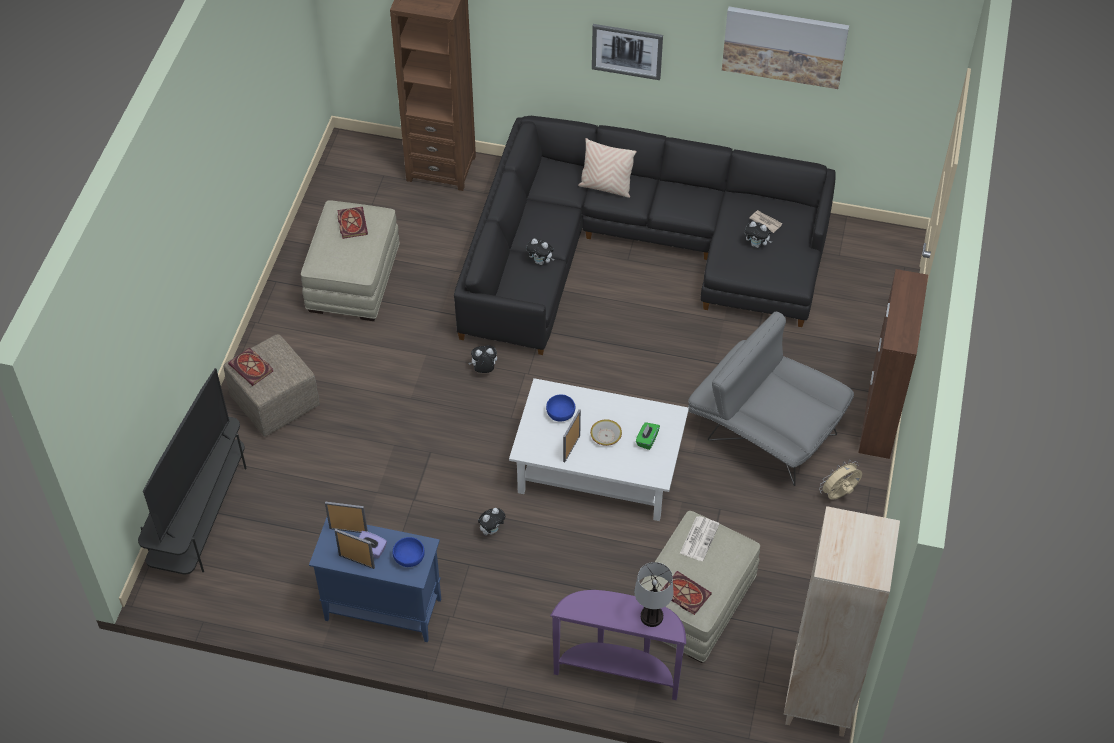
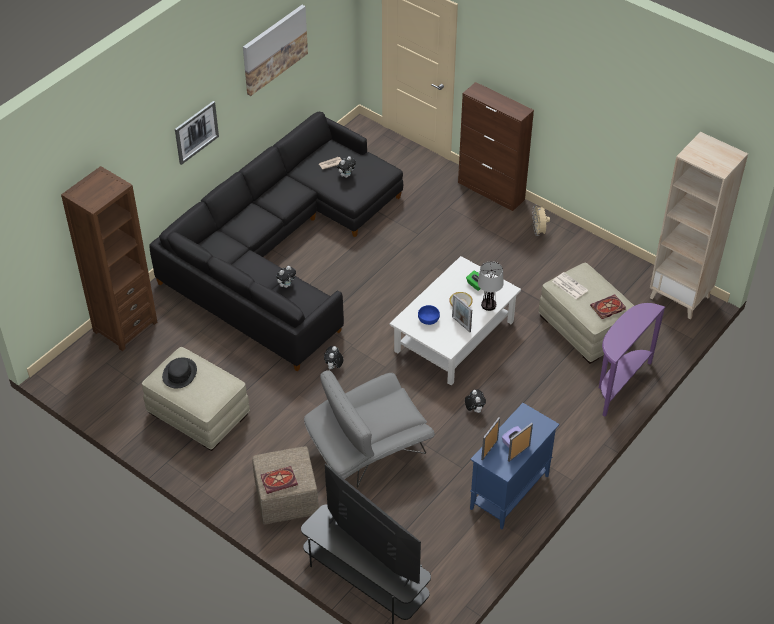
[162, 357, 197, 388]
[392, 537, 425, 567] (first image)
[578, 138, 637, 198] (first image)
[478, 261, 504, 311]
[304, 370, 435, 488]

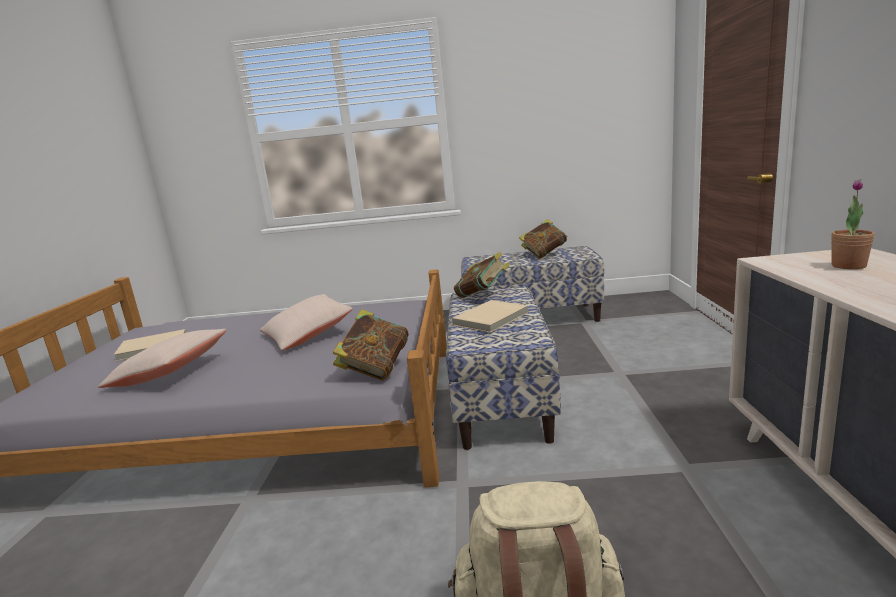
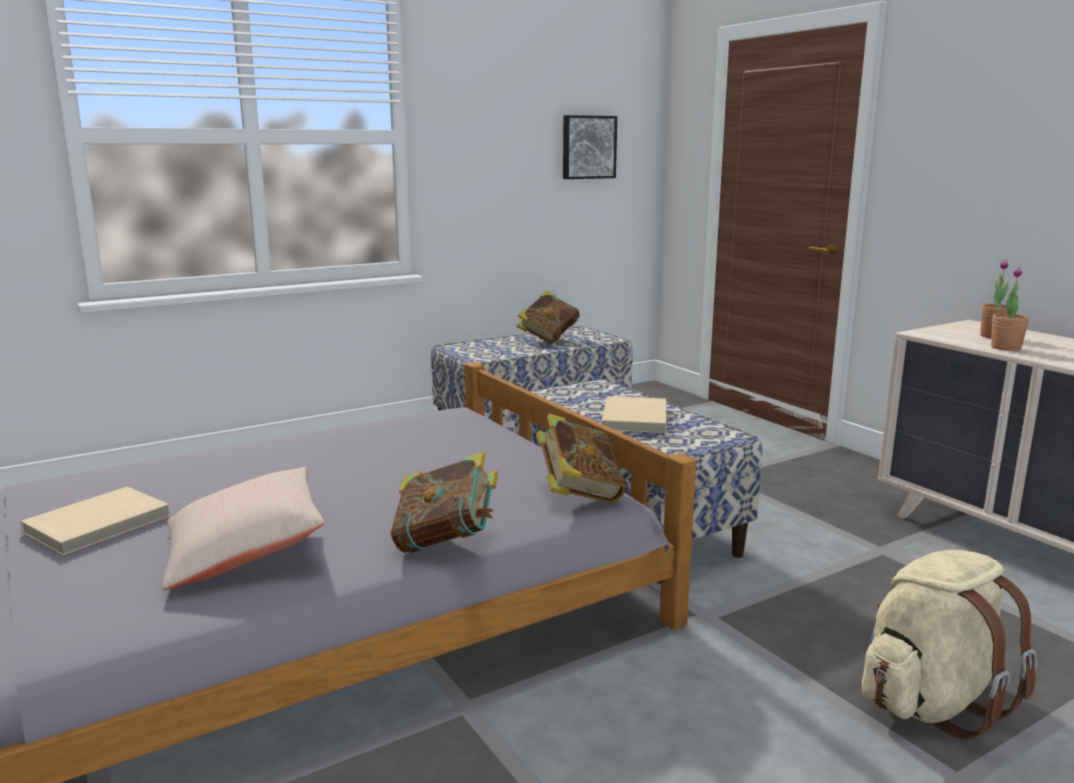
[260, 294, 353, 351] (first image)
[391, 452, 498, 553]
[563, 115, 617, 179]
[991, 267, 1029, 351]

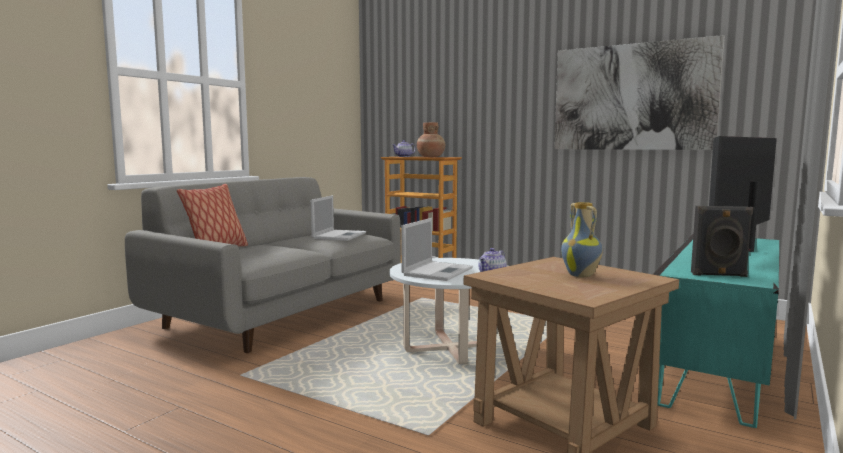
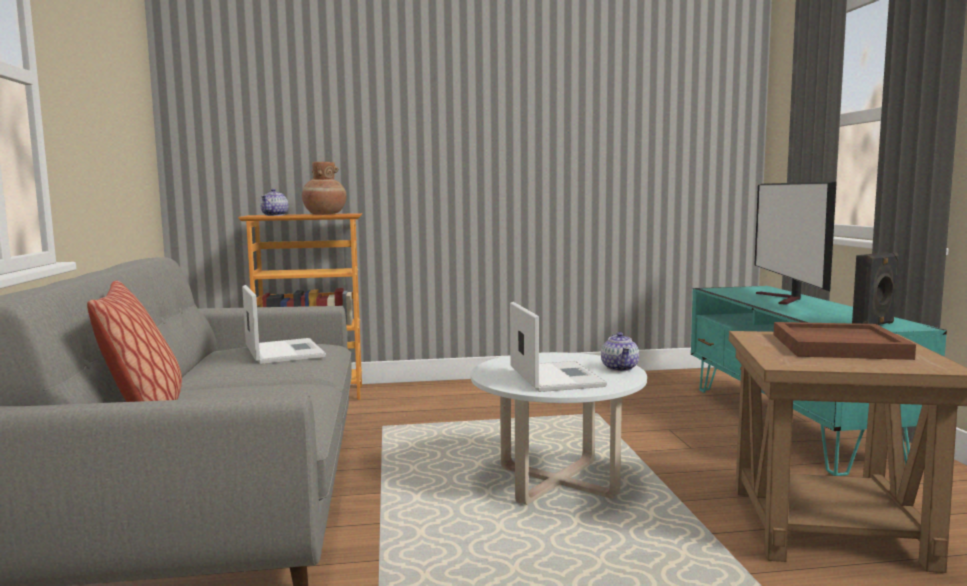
[554, 35, 724, 150] (first image)
[774, 322, 916, 360]

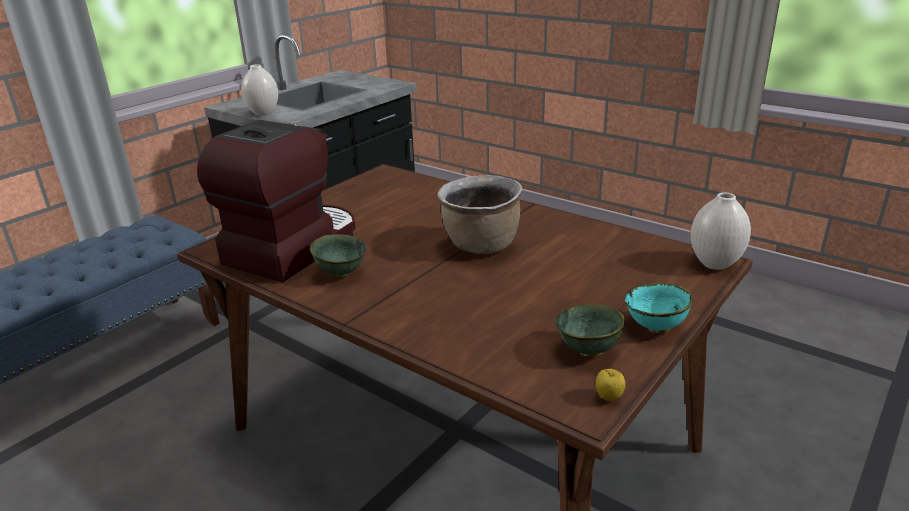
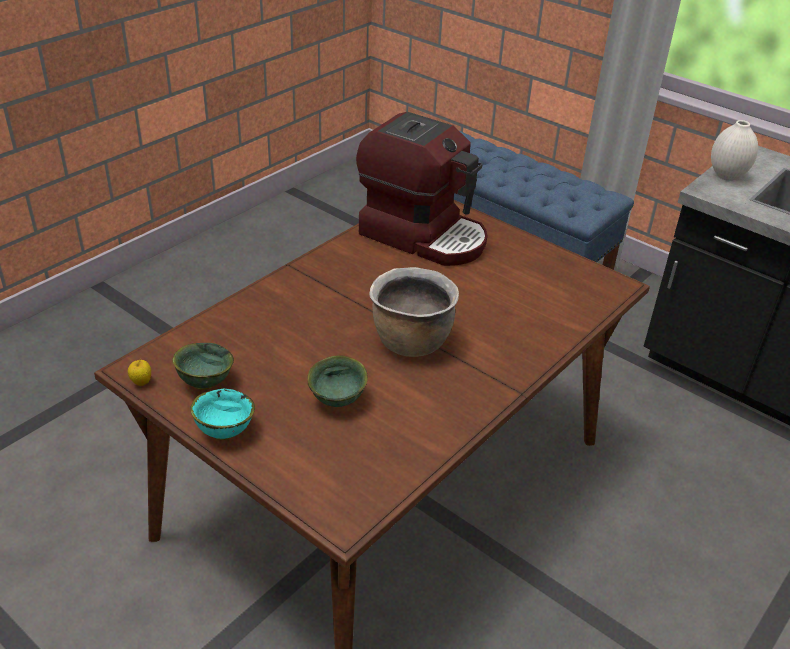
[307, 355, 368, 407]
[691, 192, 751, 270] (first image)

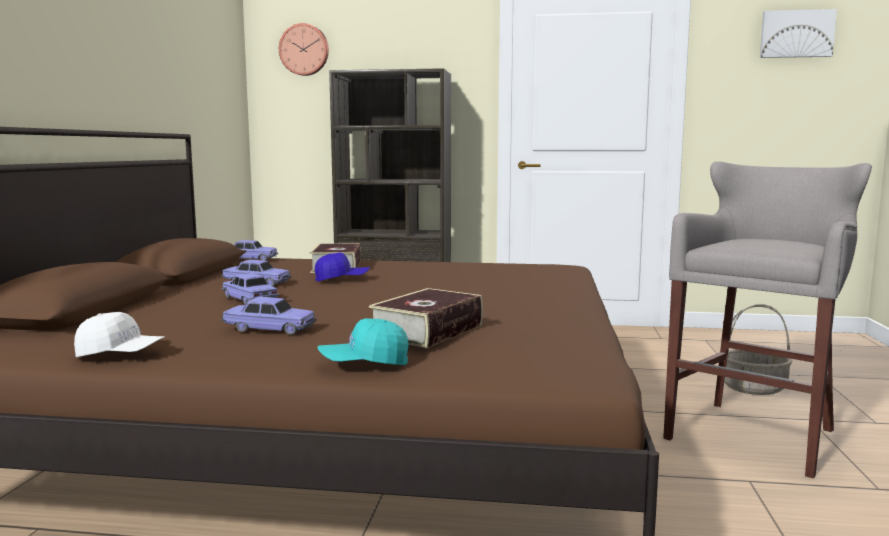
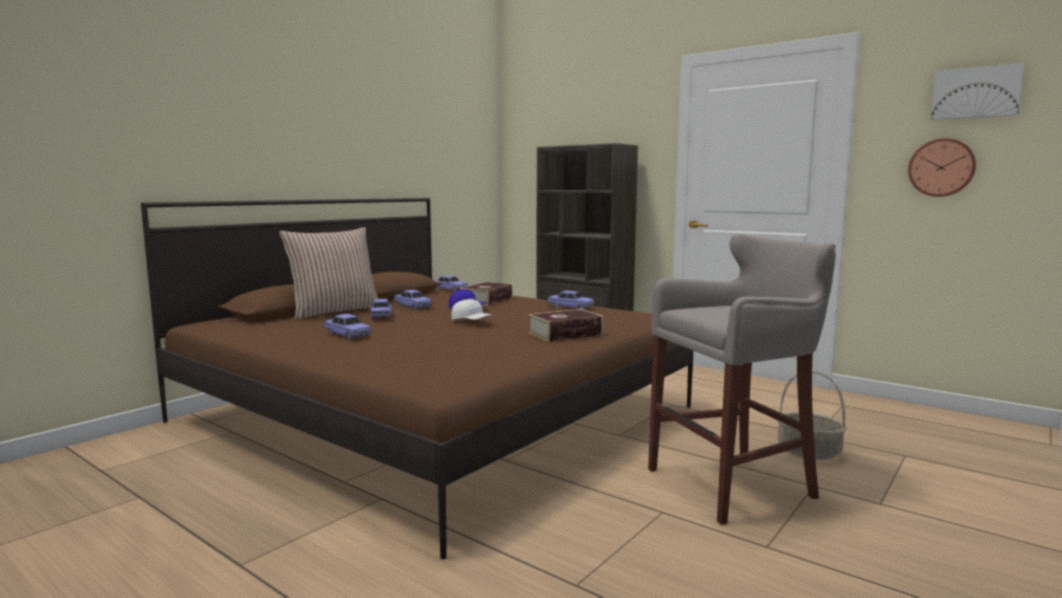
[451, 299, 492, 320]
[908, 138, 976, 197]
[318, 318, 408, 365] (first image)
[528, 309, 603, 342]
[279, 227, 378, 320]
[546, 291, 595, 310]

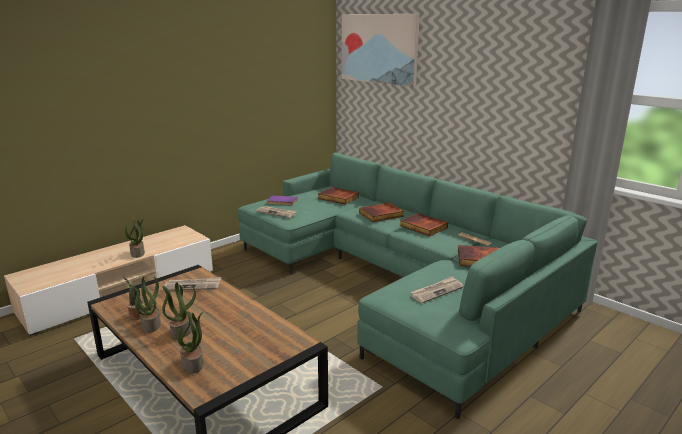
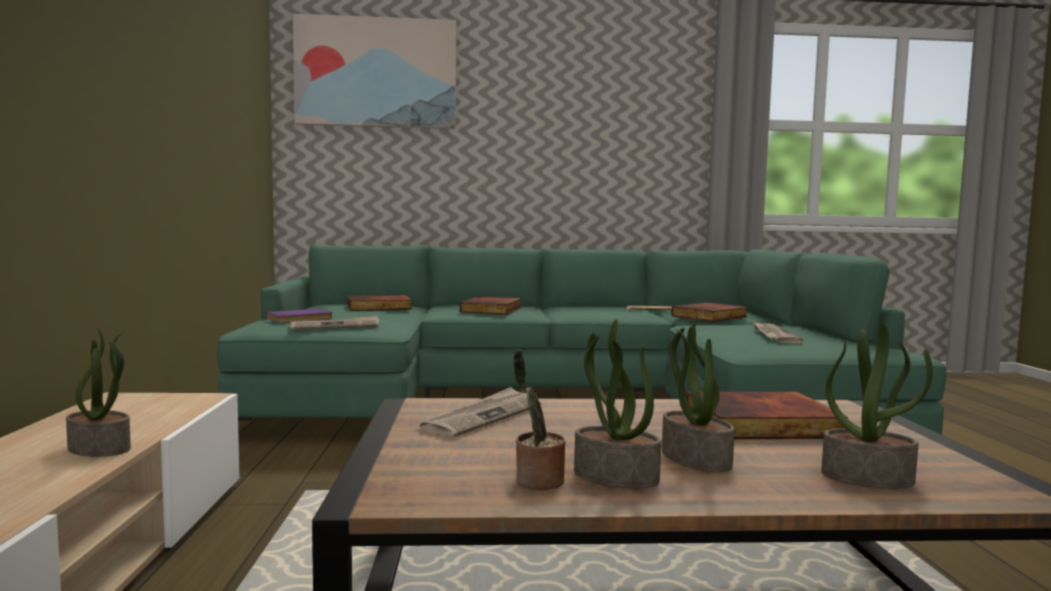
[687, 391, 848, 439]

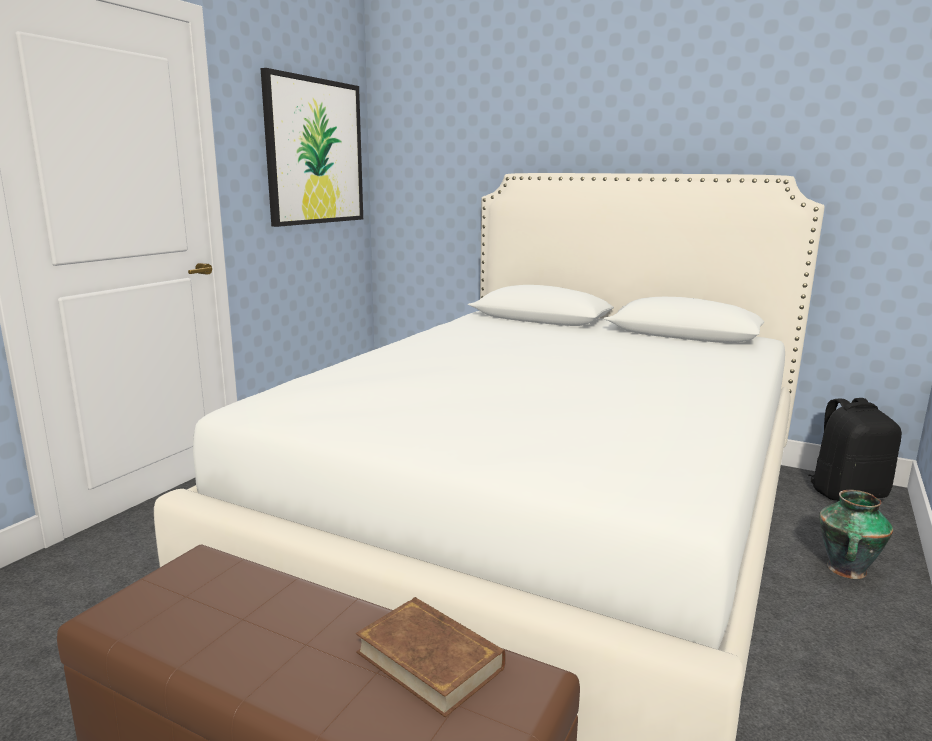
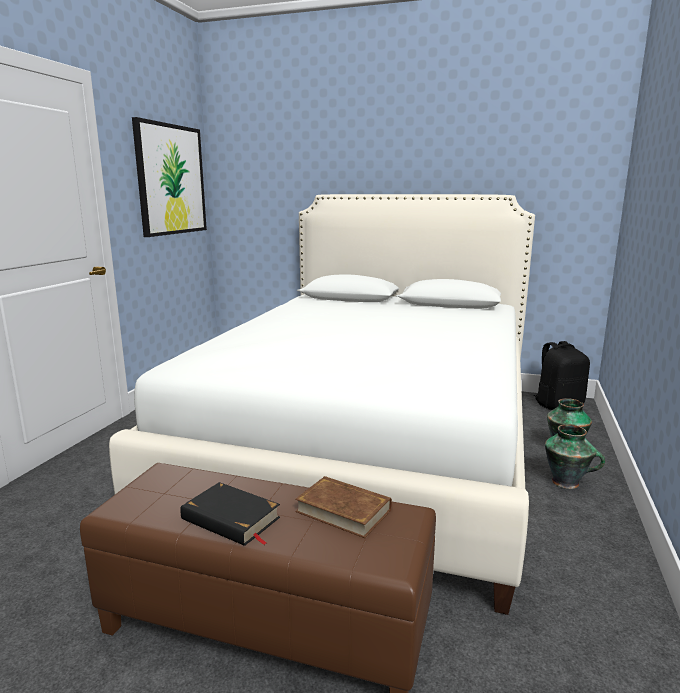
[180, 482, 280, 546]
[545, 425, 605, 489]

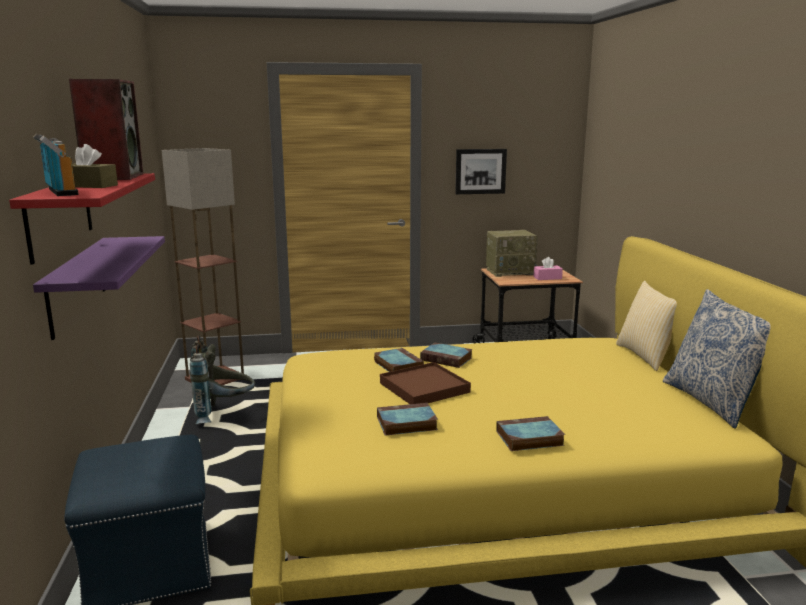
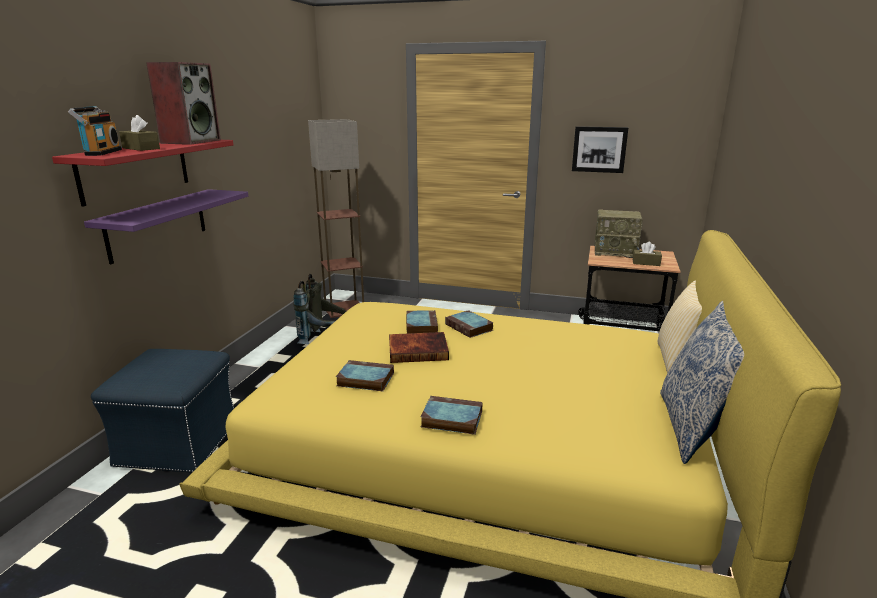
[389, 332, 449, 363]
[633, 242, 662, 266]

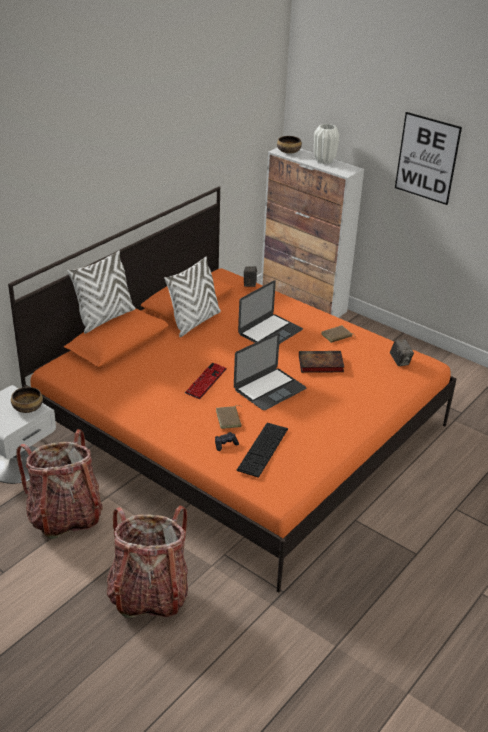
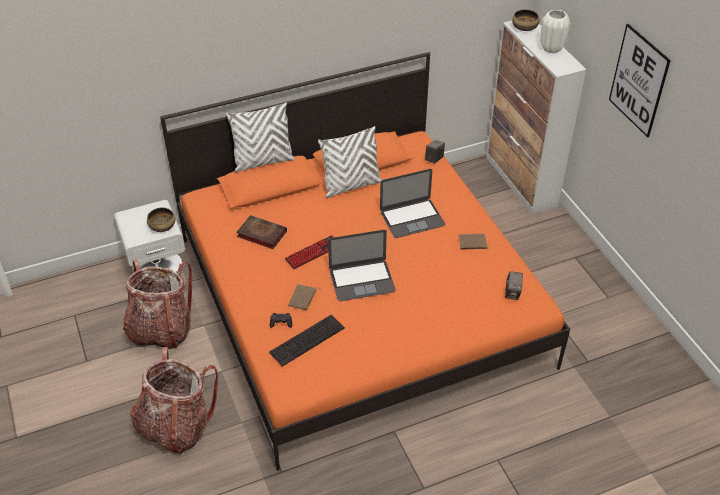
[236, 215, 287, 249]

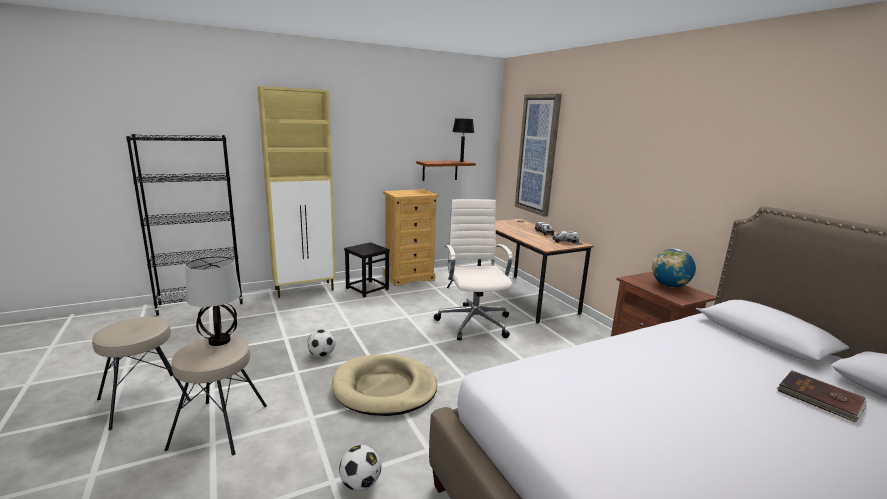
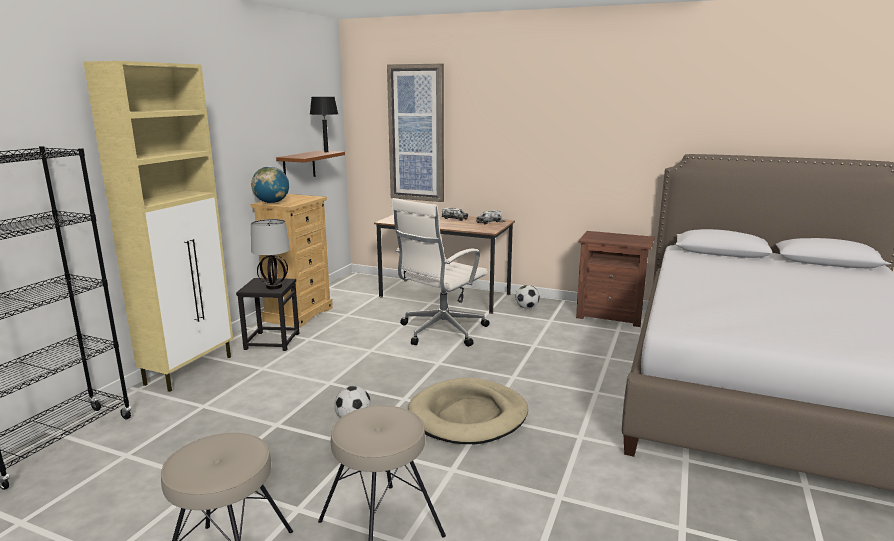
[251, 219, 290, 289]
[516, 285, 540, 309]
[392, 198, 489, 347]
[251, 166, 289, 203]
[777, 370, 867, 422] (first image)

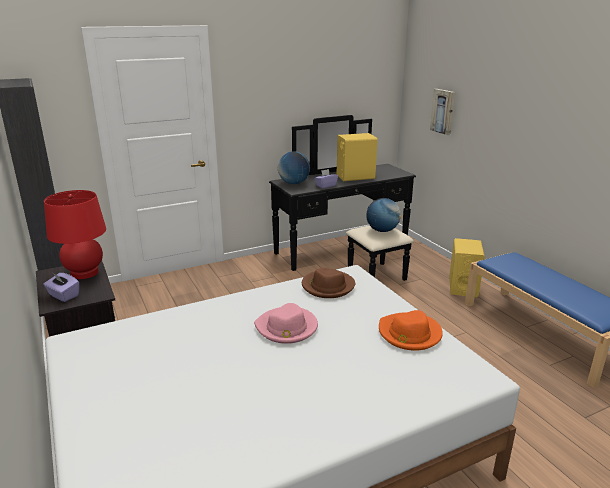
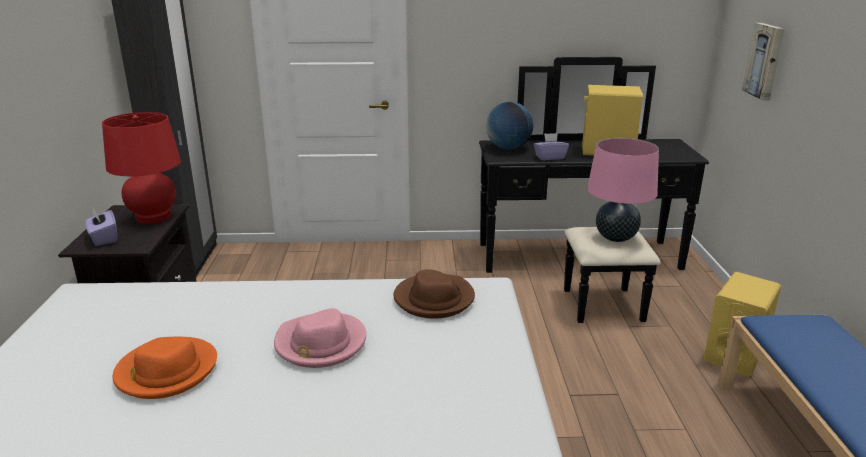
[587, 138, 659, 242]
[113, 337, 217, 399]

